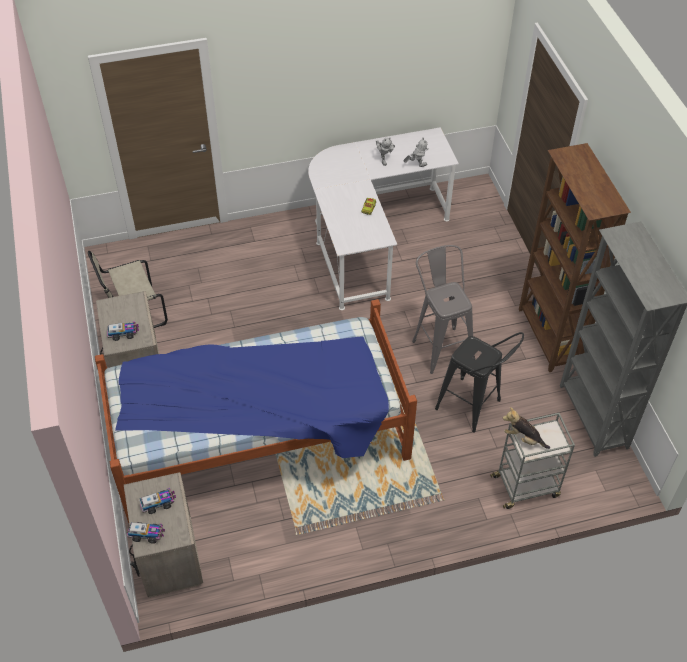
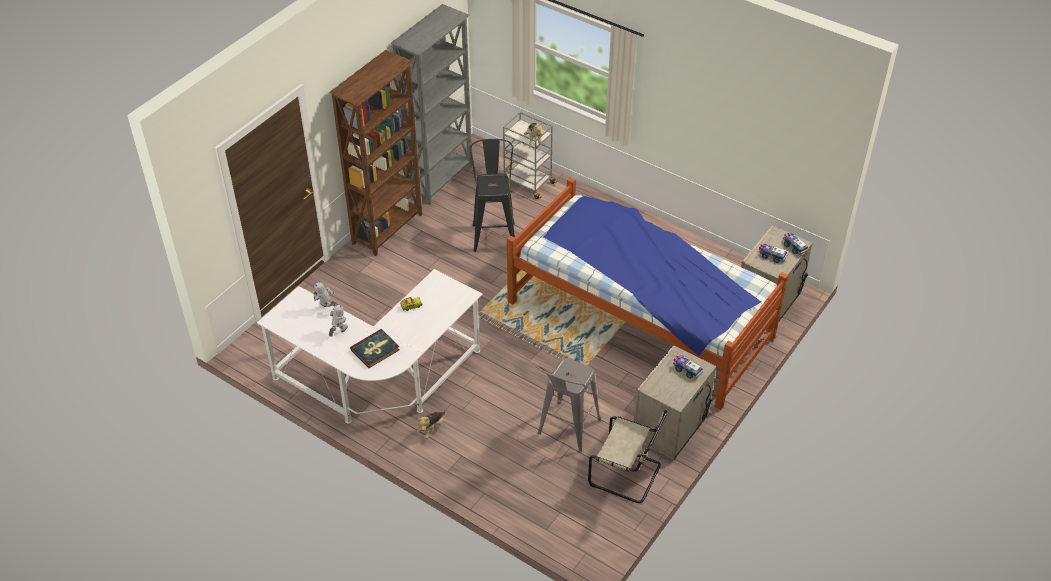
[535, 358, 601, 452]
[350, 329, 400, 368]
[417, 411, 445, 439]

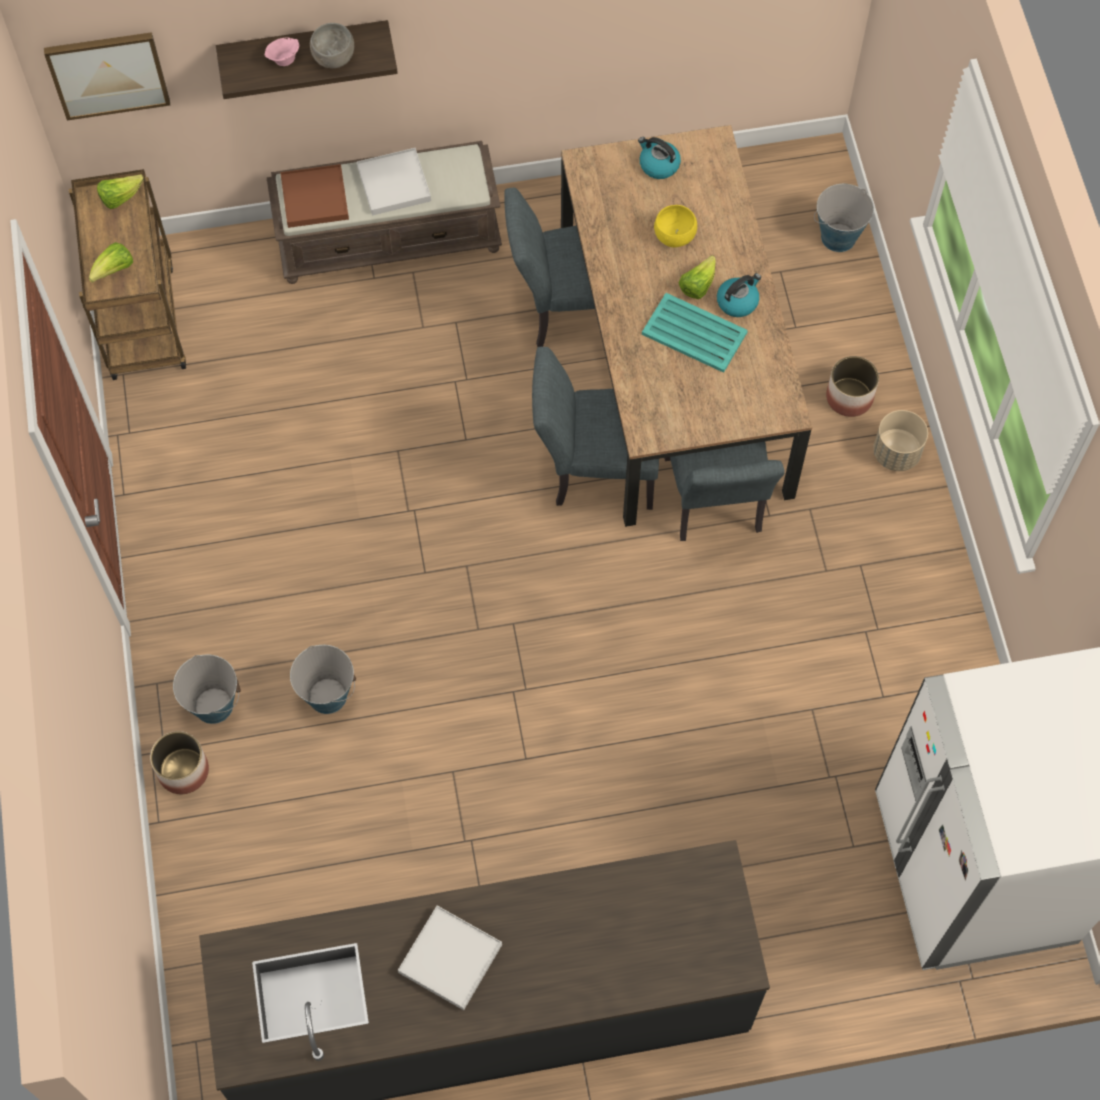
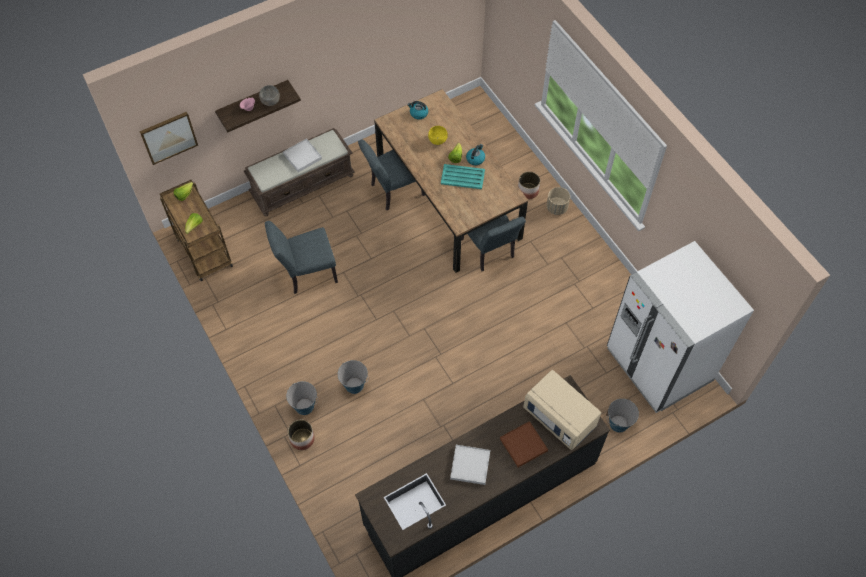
[500, 421, 548, 467]
[265, 221, 338, 294]
[606, 399, 639, 433]
[523, 370, 601, 450]

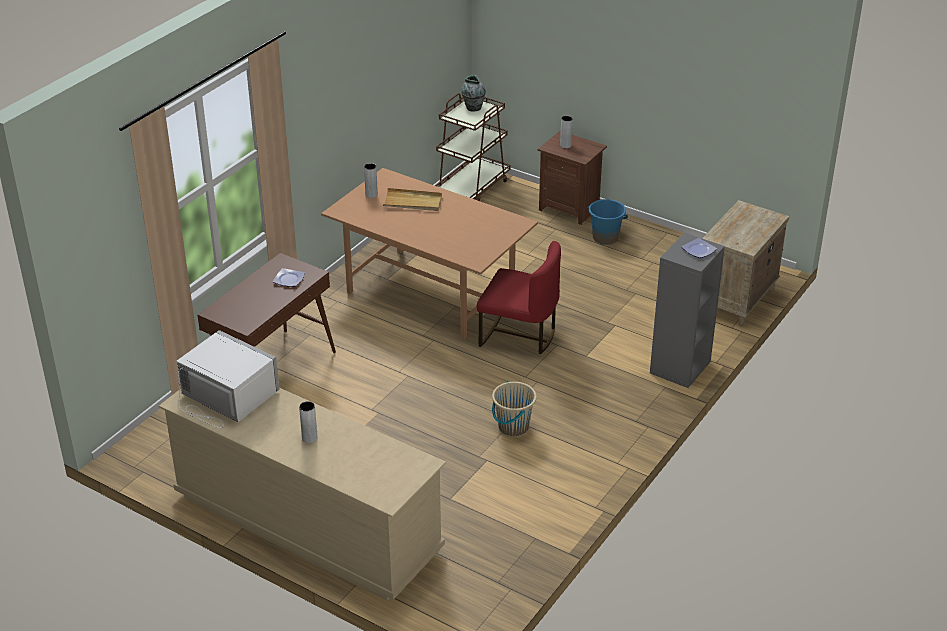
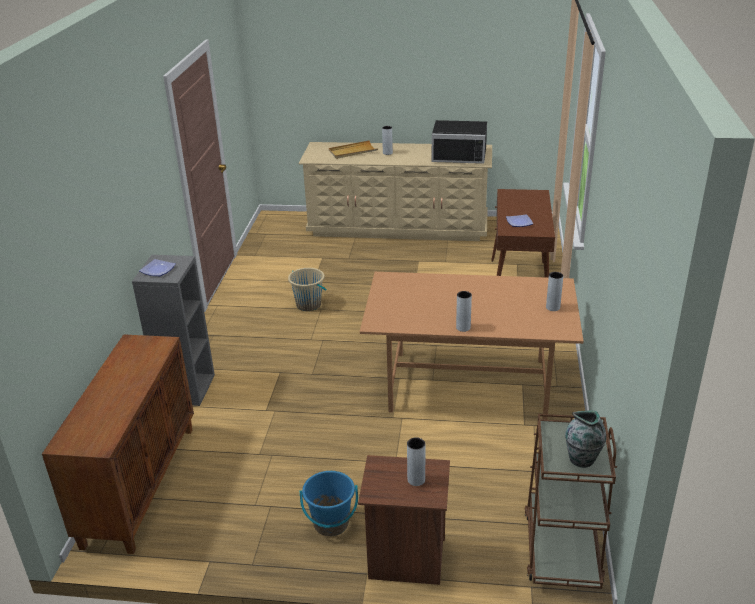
[432, 120, 487, 164]
[329, 140, 378, 159]
[477, 241, 561, 354] (first image)
[42, 334, 194, 554]
[456, 291, 472, 332]

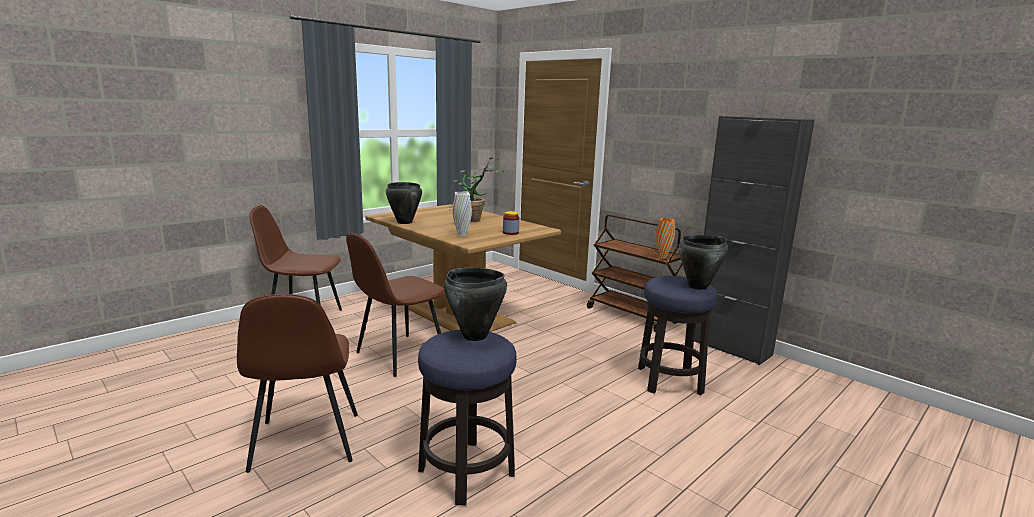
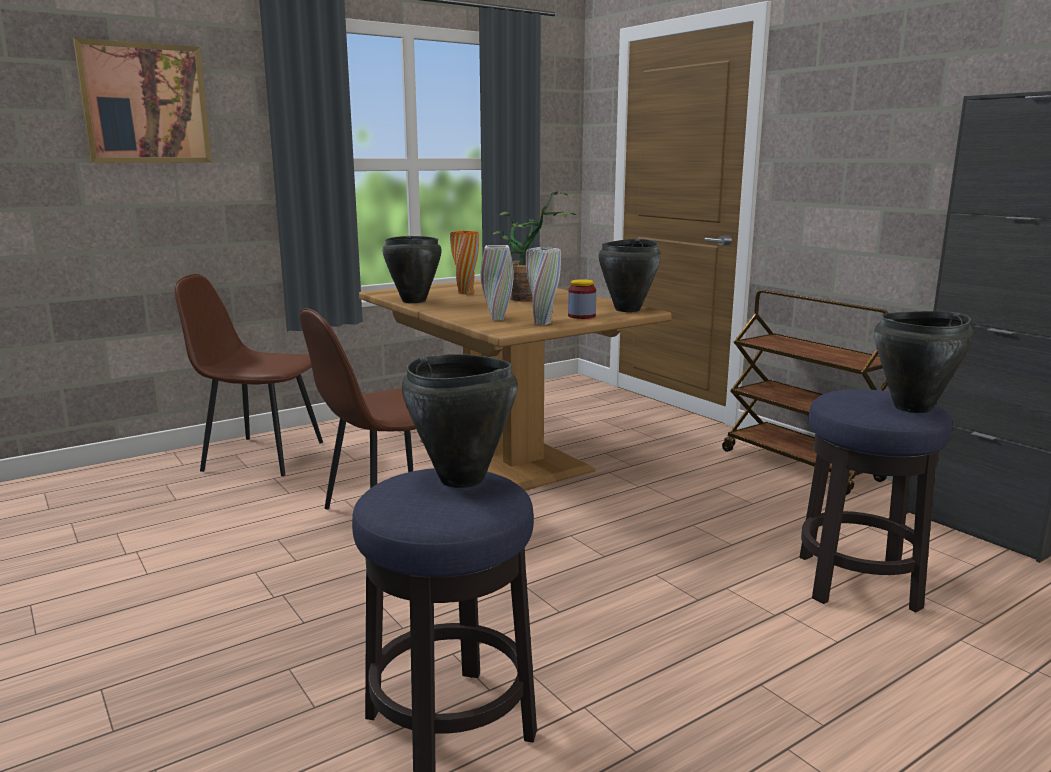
[237, 294, 358, 473] (first image)
[450, 231, 479, 295]
[73, 38, 212, 163]
[526, 247, 561, 325]
[599, 239, 661, 312]

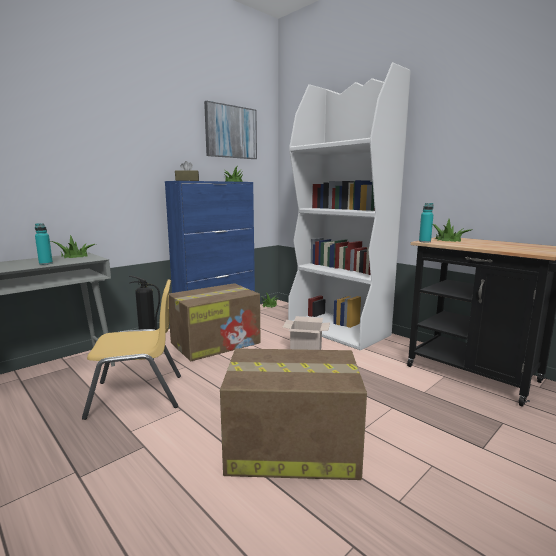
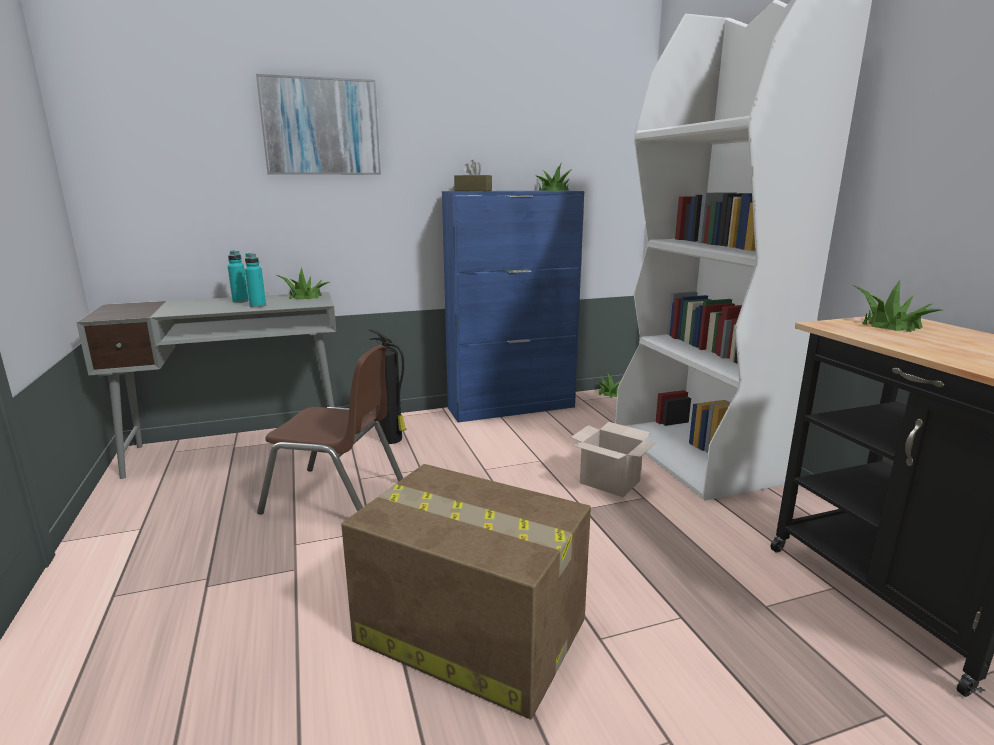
[257, 345, 403, 515]
[169, 283, 261, 361] (first image)
[256, 74, 381, 175]
[228, 251, 249, 303]

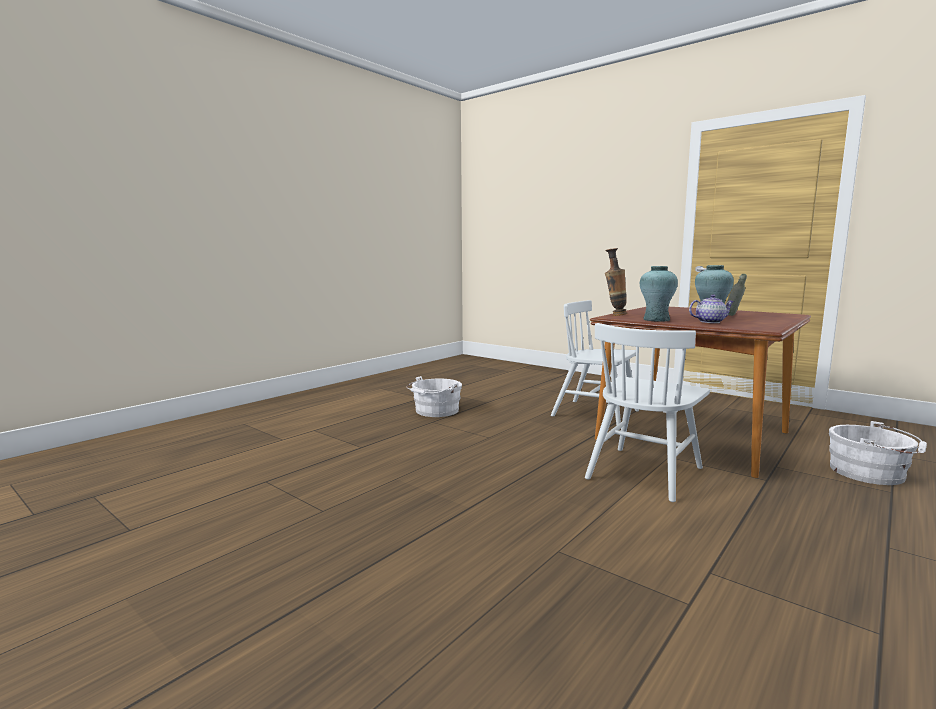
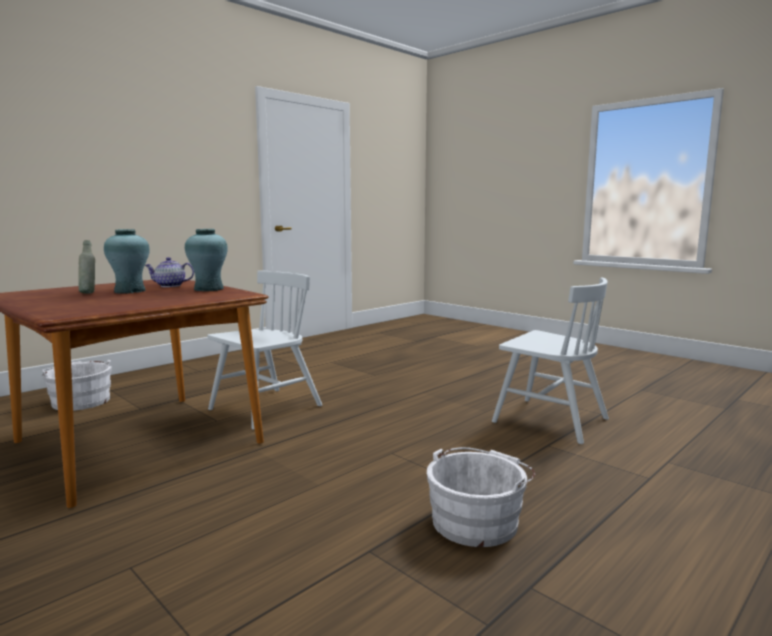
[492, 278, 609, 444]
[605, 248, 627, 316] (first image)

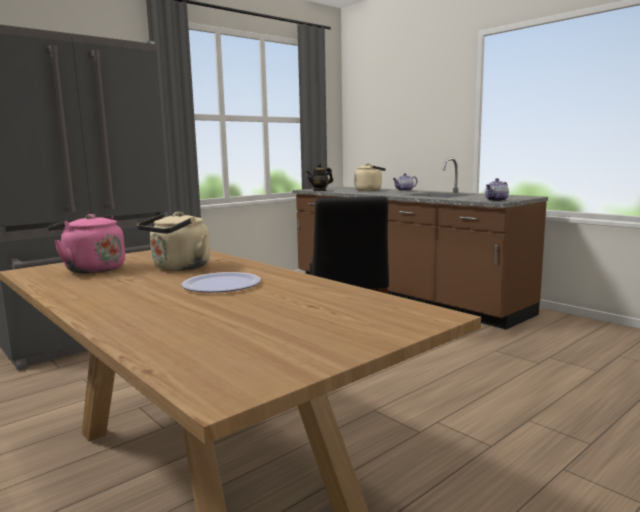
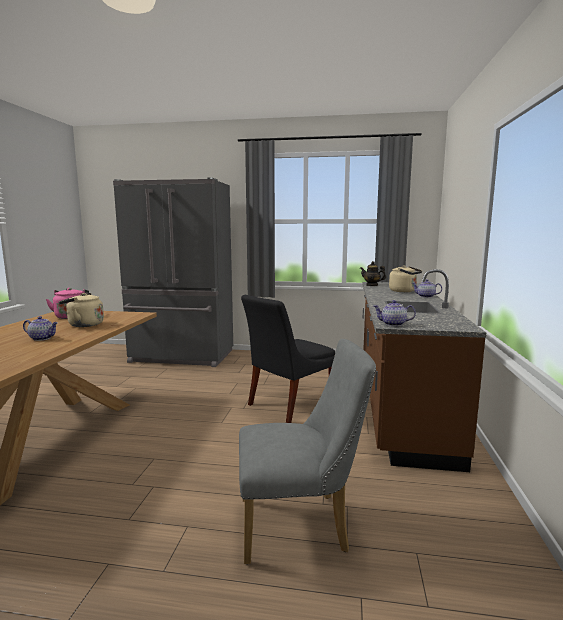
[23, 316, 58, 341]
[239, 339, 376, 564]

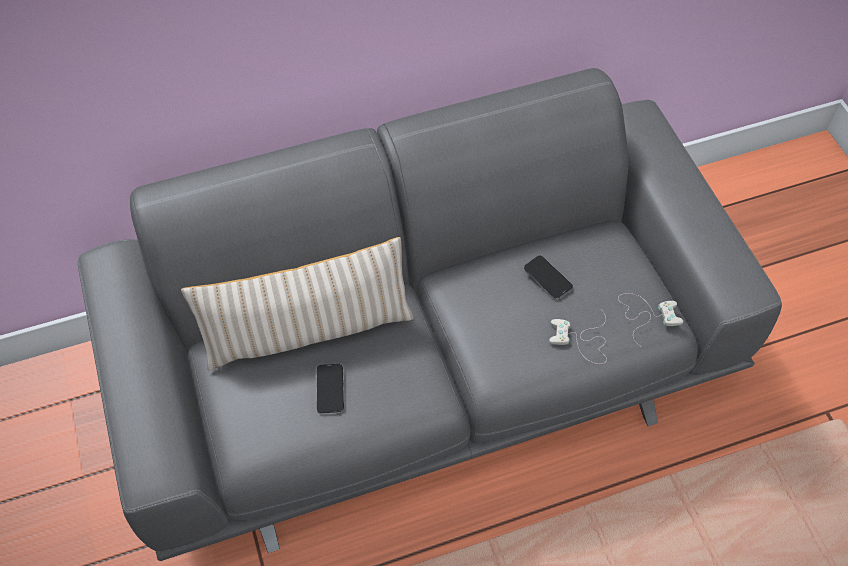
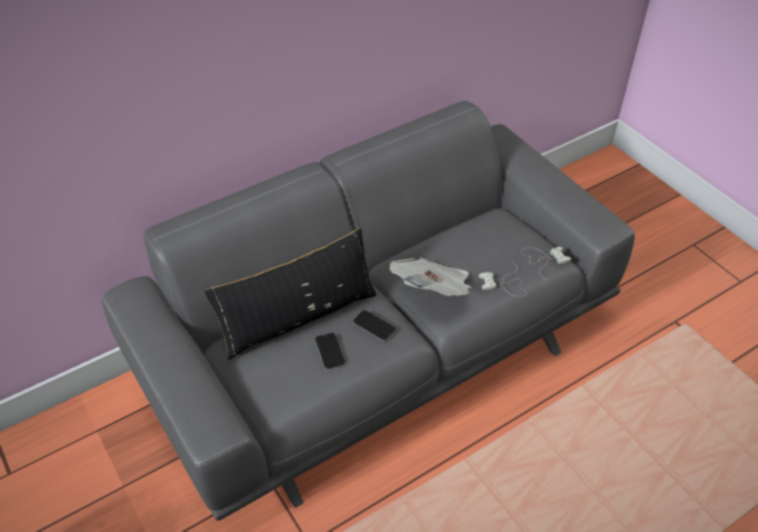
[205, 228, 376, 360]
[353, 310, 396, 341]
[390, 258, 471, 296]

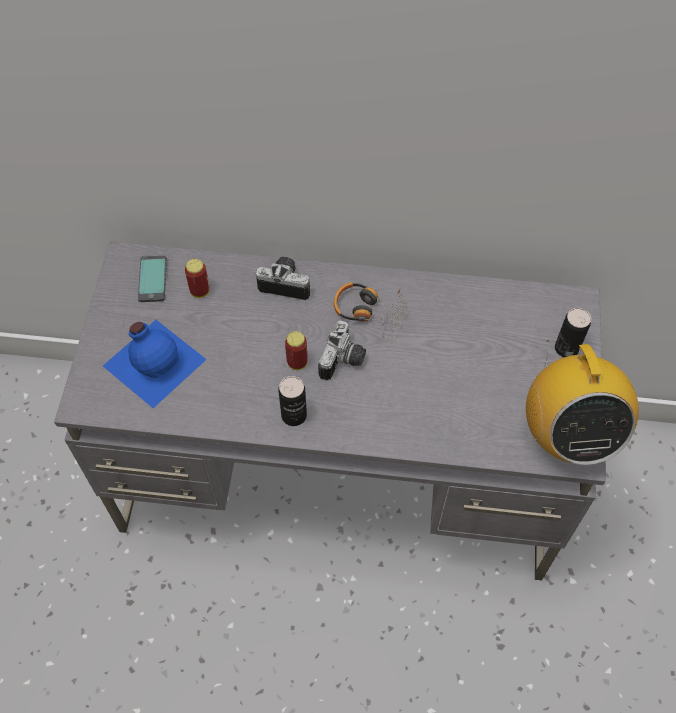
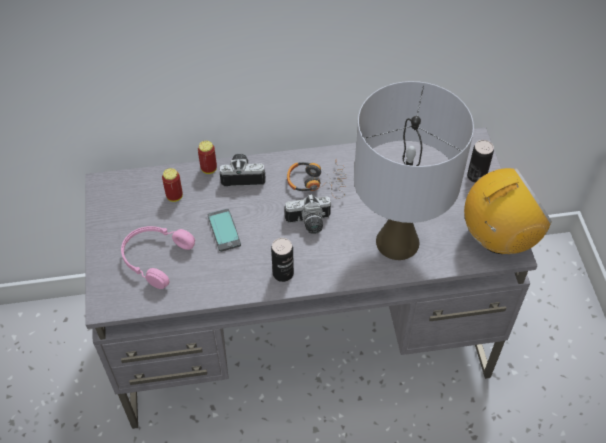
[121, 226, 195, 289]
[208, 209, 241, 252]
[198, 141, 217, 174]
[284, 194, 331, 234]
[464, 168, 552, 254]
[354, 81, 474, 260]

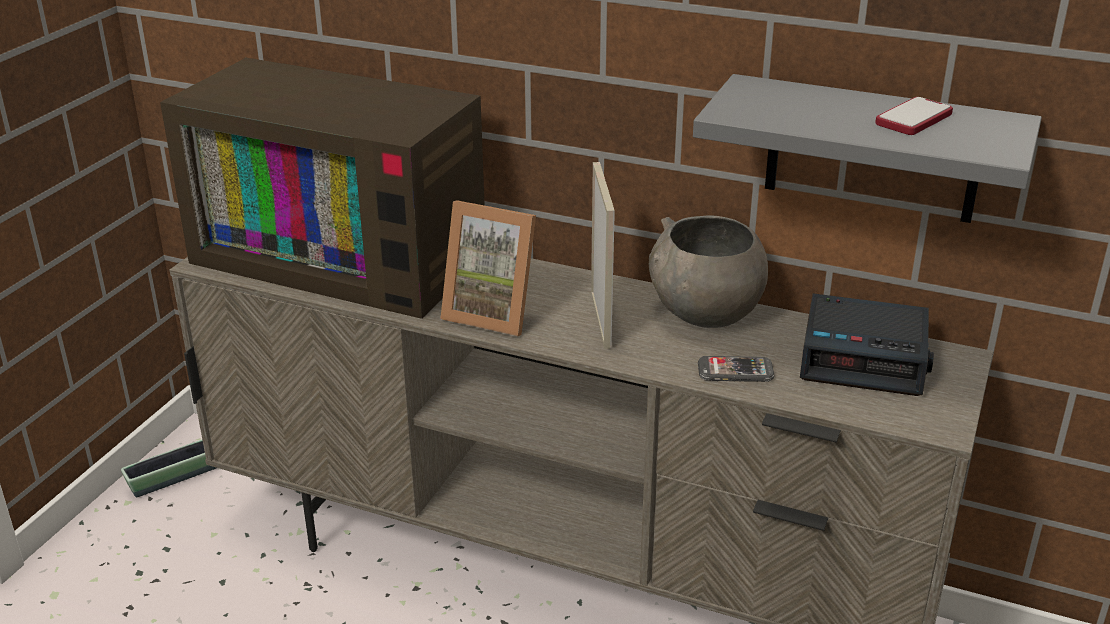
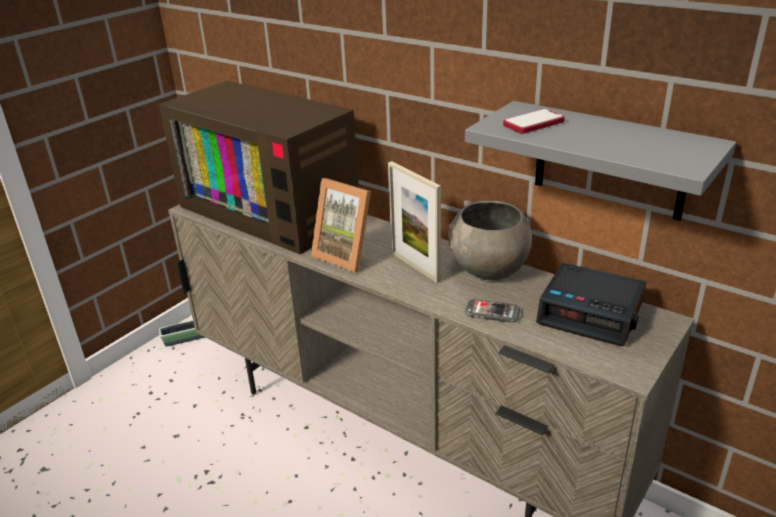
[388, 161, 441, 283]
[503, 109, 565, 134]

